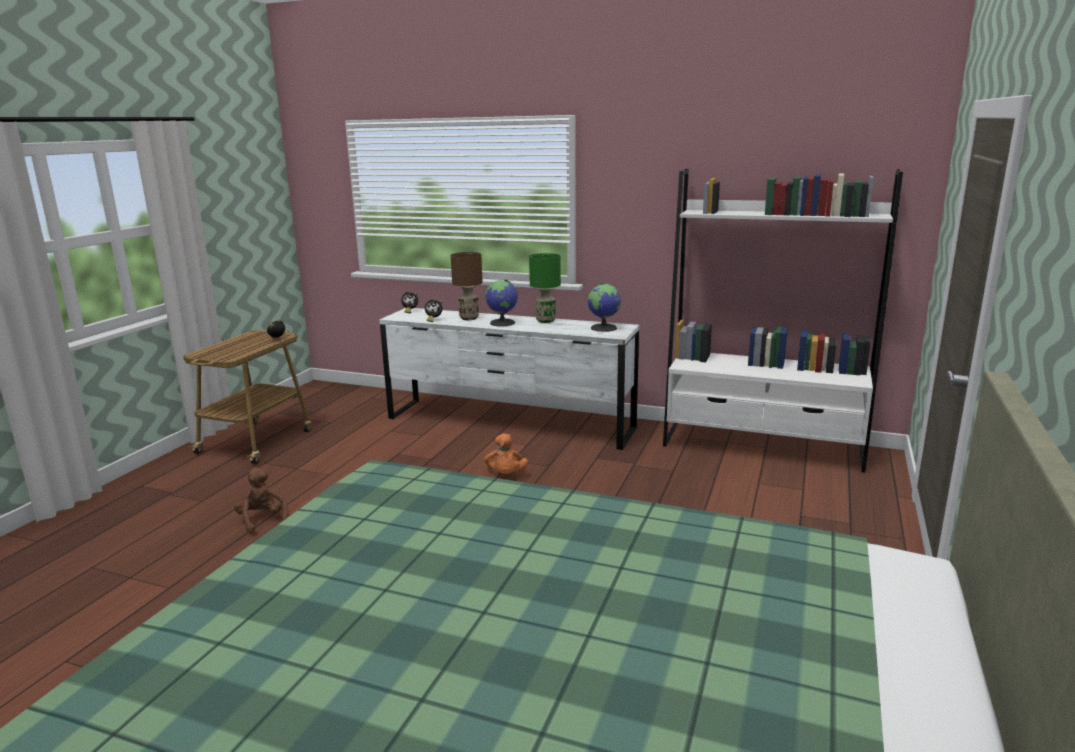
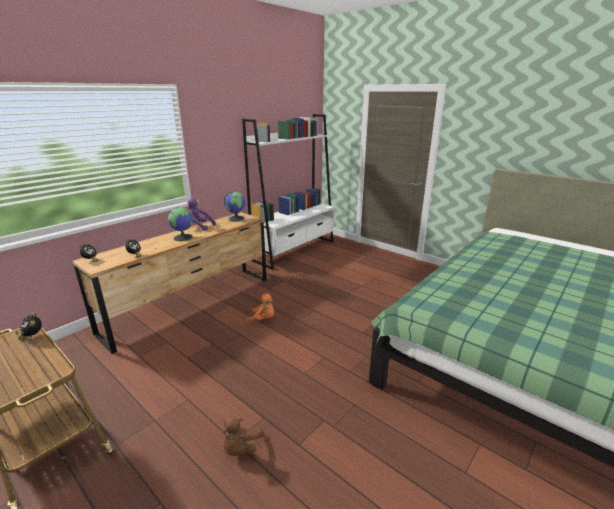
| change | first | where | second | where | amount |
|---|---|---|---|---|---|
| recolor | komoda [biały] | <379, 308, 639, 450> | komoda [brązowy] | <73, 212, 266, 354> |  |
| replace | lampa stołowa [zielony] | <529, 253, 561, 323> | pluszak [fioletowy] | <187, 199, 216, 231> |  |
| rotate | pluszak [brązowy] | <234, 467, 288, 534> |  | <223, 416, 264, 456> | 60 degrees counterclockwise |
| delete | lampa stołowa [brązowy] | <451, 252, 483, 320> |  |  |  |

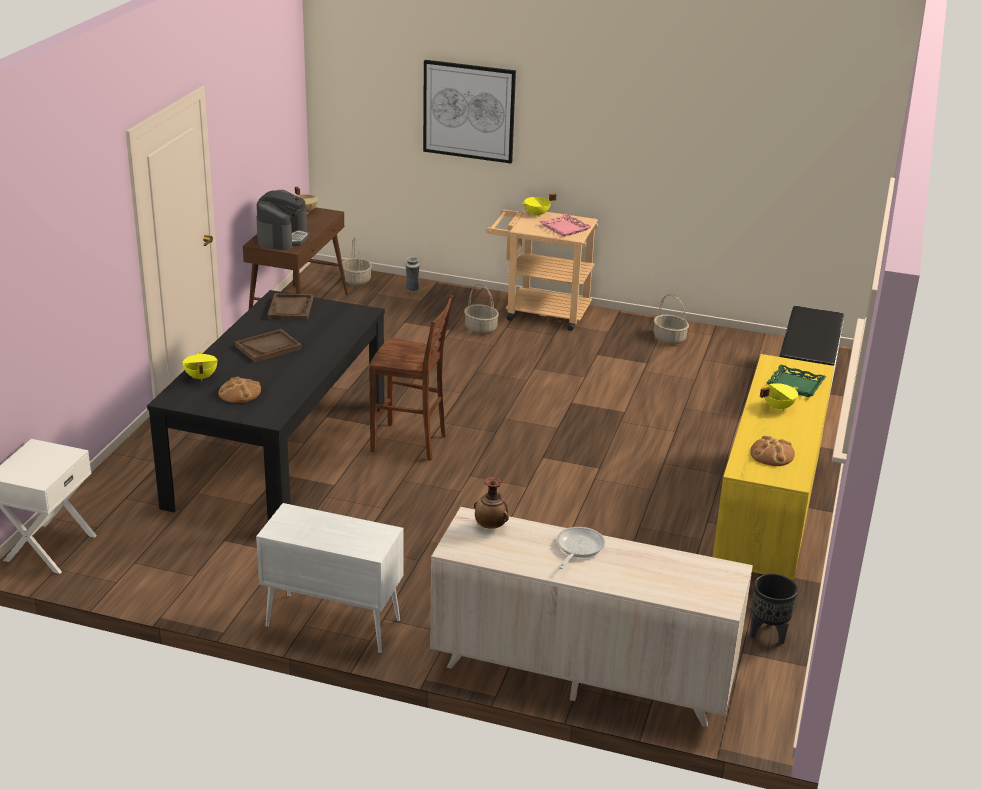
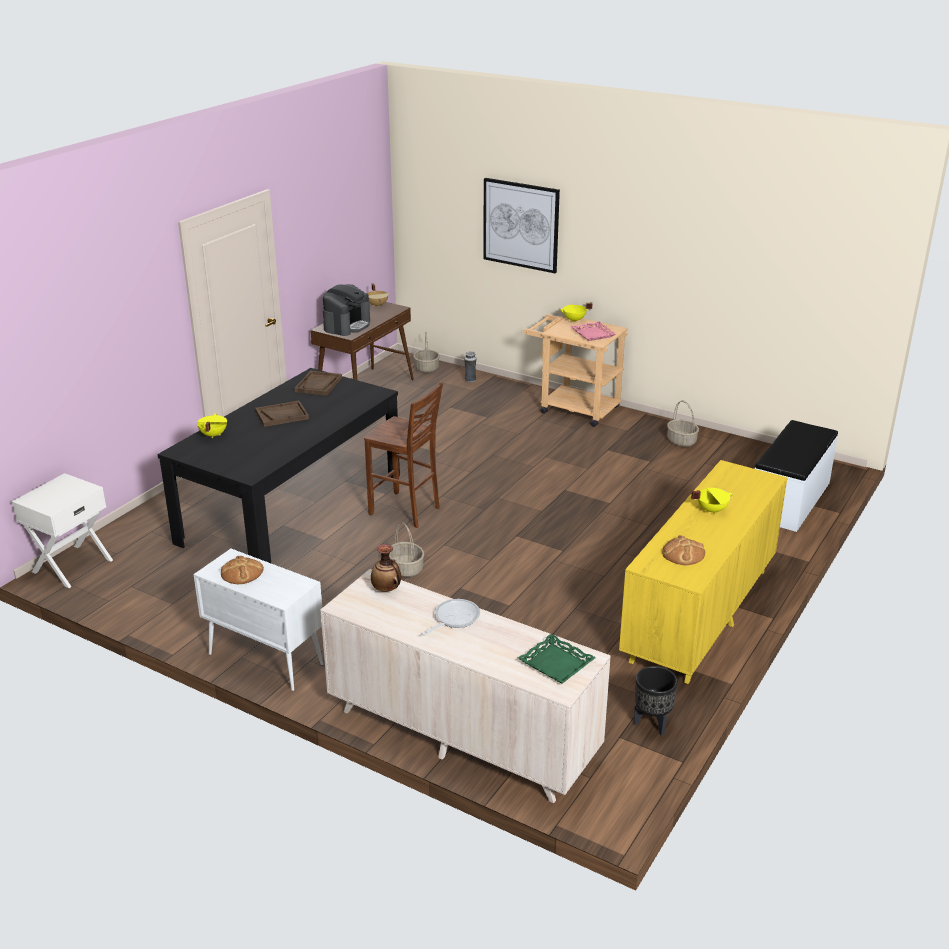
| change | first | where | second | where | amount |
|---|---|---|---|---|---|
| move | chleb | <218, 377, 261, 403> |  | <221, 556, 264, 584> |  |
| move | koszyk | <464, 284, 499, 334> |  | <389, 522, 424, 577> |  |
| move | taca [zielony] | <766, 365, 826, 397> |  | <518, 634, 596, 683> |  |

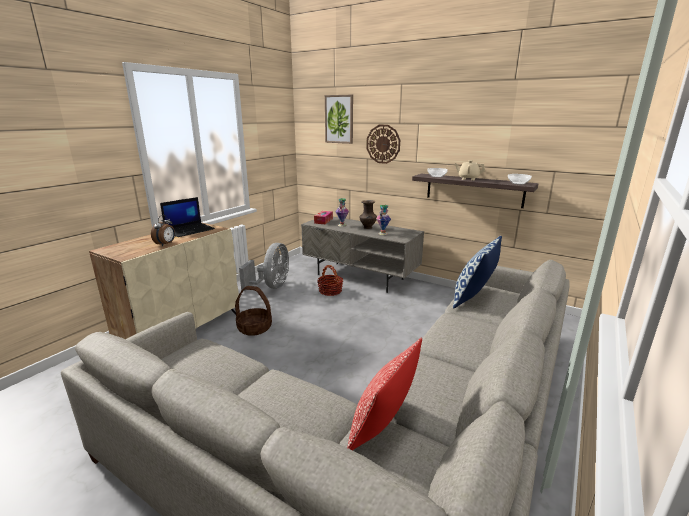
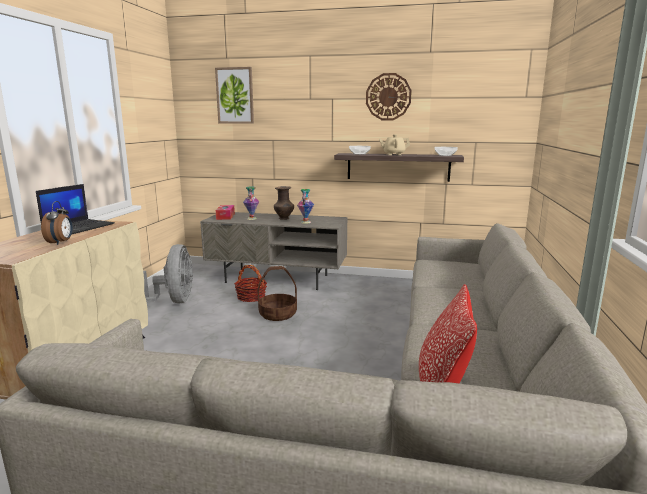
| change | first | where | second | where | amount |
|---|---|---|---|---|---|
| move | koszyk | <235, 286, 272, 336> |  | <257, 266, 297, 321> |  |
| move | zegar ścienny | <366, 125, 400, 164> |  | <366, 73, 412, 120> |  |
| delete | poduszka | <453, 236, 502, 309> |  |  |  |

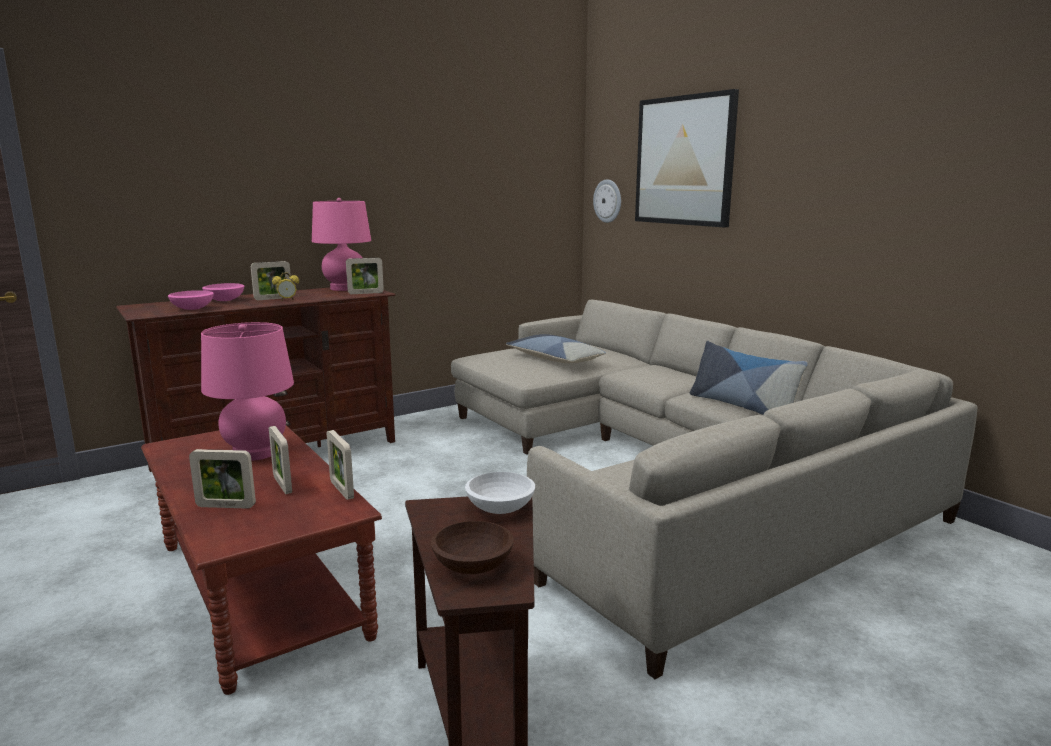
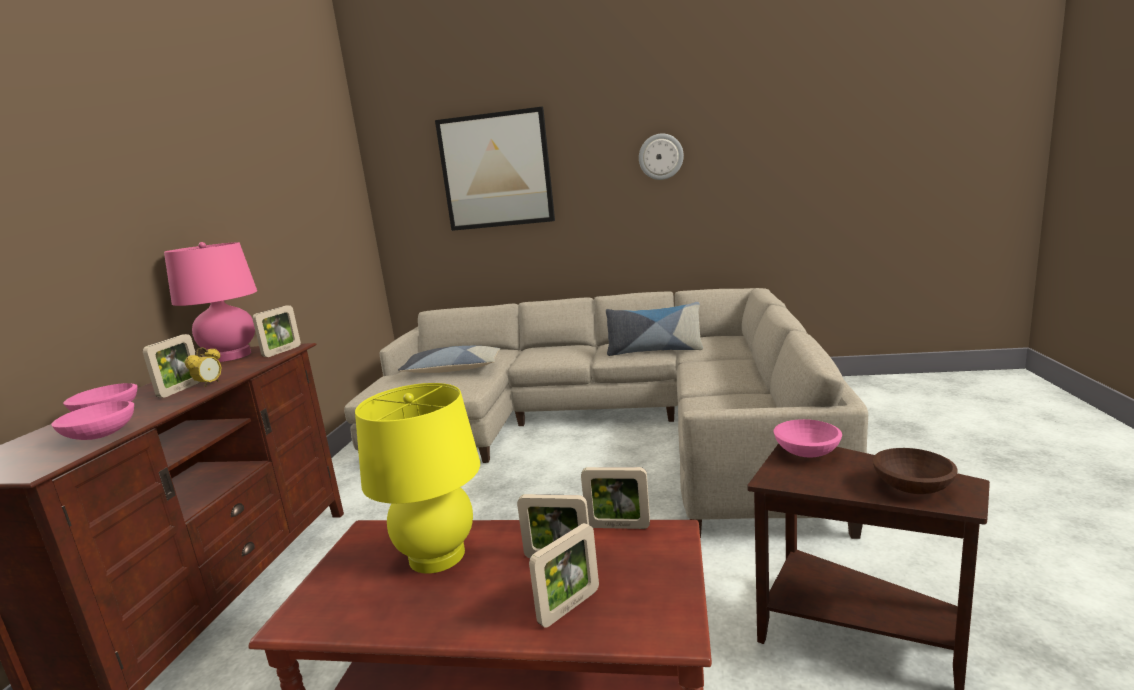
| change | first | where | second | where | amount |
|---|---|---|---|---|---|
| recolor | lampa stołowa [różowy] | <201, 322, 294, 461> | lampa stołowa [żółty] | <355, 383, 480, 574> |  |
| move | zegar ścienny | <593, 179, 621, 223> |  | <639, 133, 684, 180> |  |
| recolor | miska [biały] | <465, 472, 535, 514> | miska [różowy] | <774, 419, 842, 458> |  |

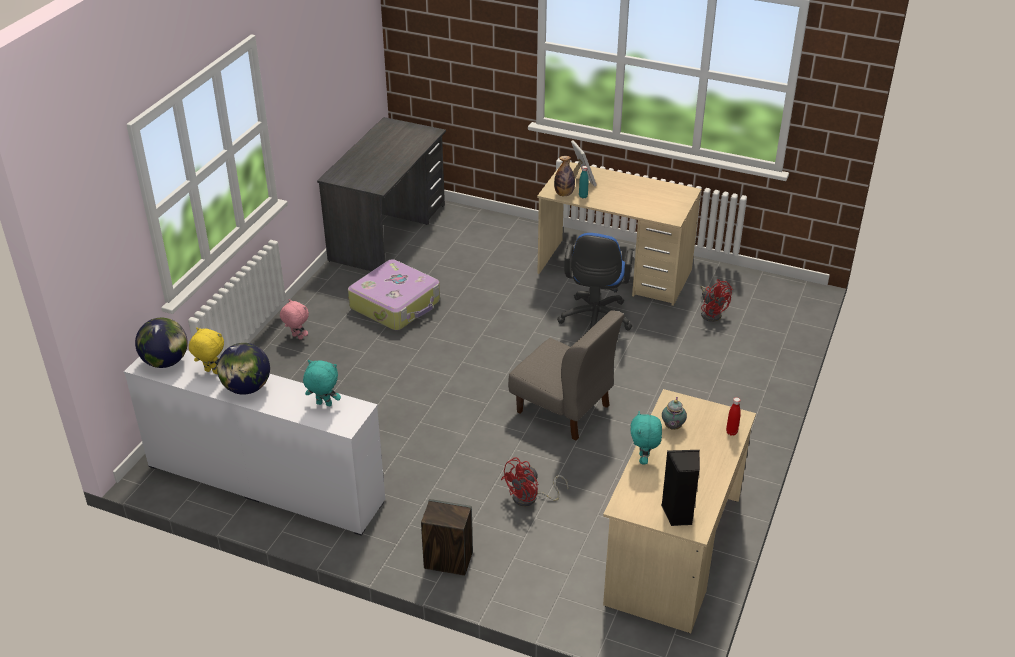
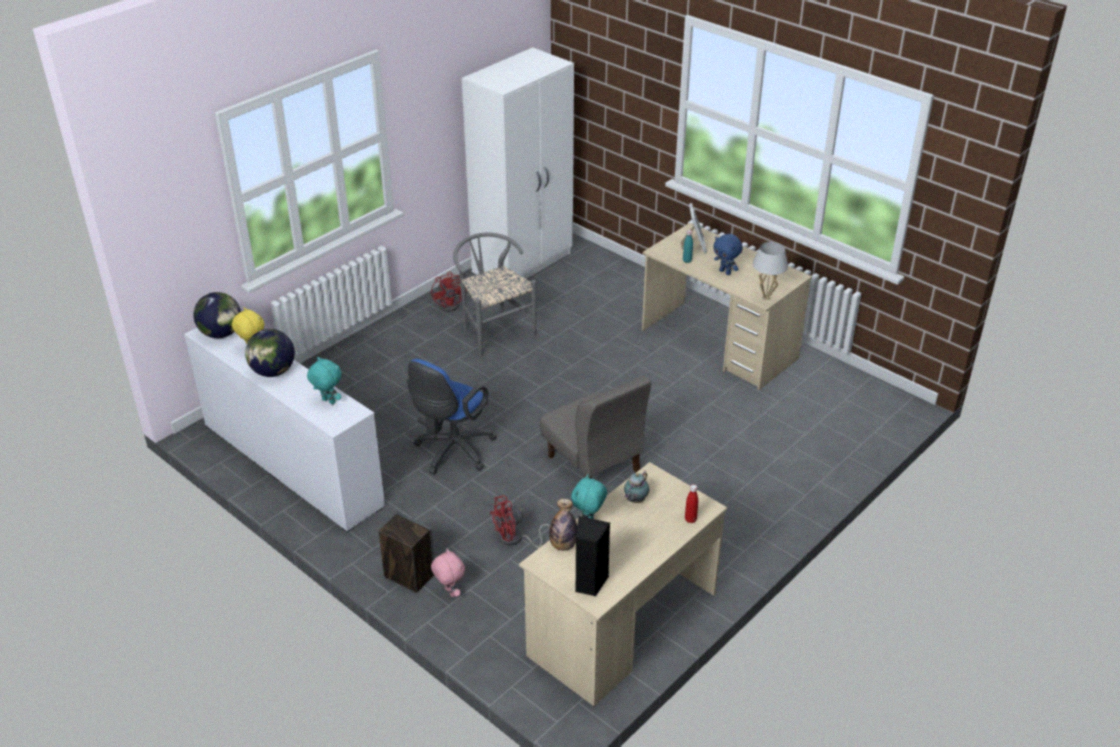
| change | first | where | second | where | amount |
|---|---|---|---|---|---|
| move | krzesło biurowe [niebieski] | <557, 233, 633, 331> |  | <407, 359, 497, 475> |  |
| move | wentylator [czerwony] | <701, 279, 732, 322> |  | <431, 272, 467, 312> |  |
| move | pluszak [różowy] | <280, 299, 309, 340> |  | <431, 548, 465, 597> |  |
| replace | walizka | <348, 259, 440, 330> | krzesło [szary] | <453, 232, 537, 357> |  |
| replace | biurko [szary] | <317, 117, 446, 271> | szafa [biały] | <462, 47, 574, 279> |  |
| move | butelka | <554, 156, 575, 196> |  | <549, 499, 577, 551> |  |
| insert |  |  | pluszak [niebieski] | <713, 234, 743, 275> |  |
| insert |  |  | lampa stołowa [biały] | <753, 242, 788, 300> |  |

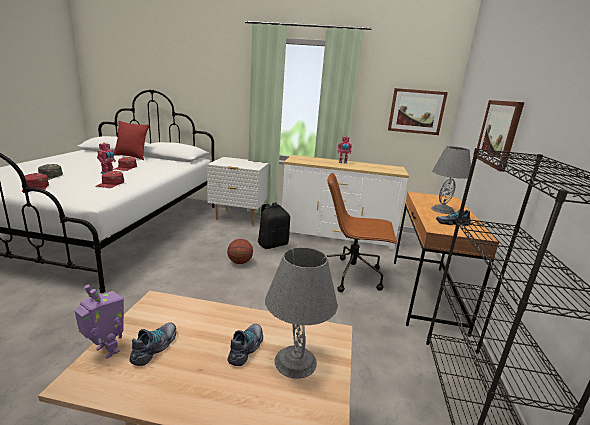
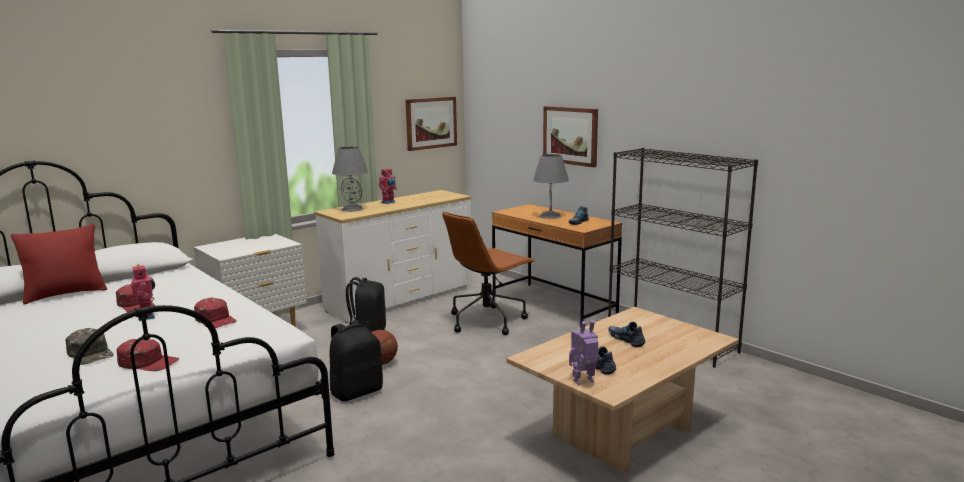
| change | first | where | second | where | amount |
|---|---|---|---|---|---|
| insert |  |  | plecak [czarny] | <330, 320, 383, 401> |  |
| move | lampa stołowa [szary] | <265, 247, 338, 379> |  | <332, 146, 368, 212> |  |

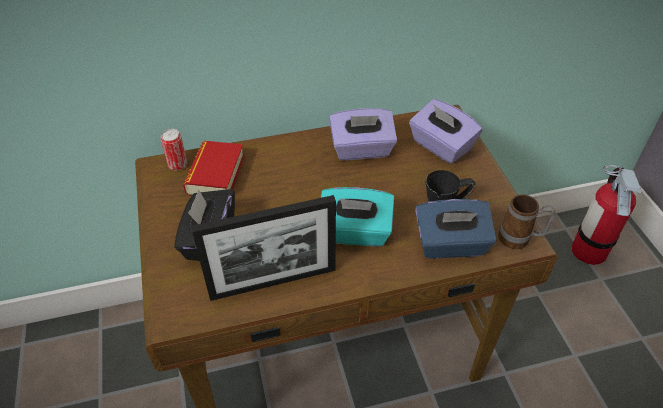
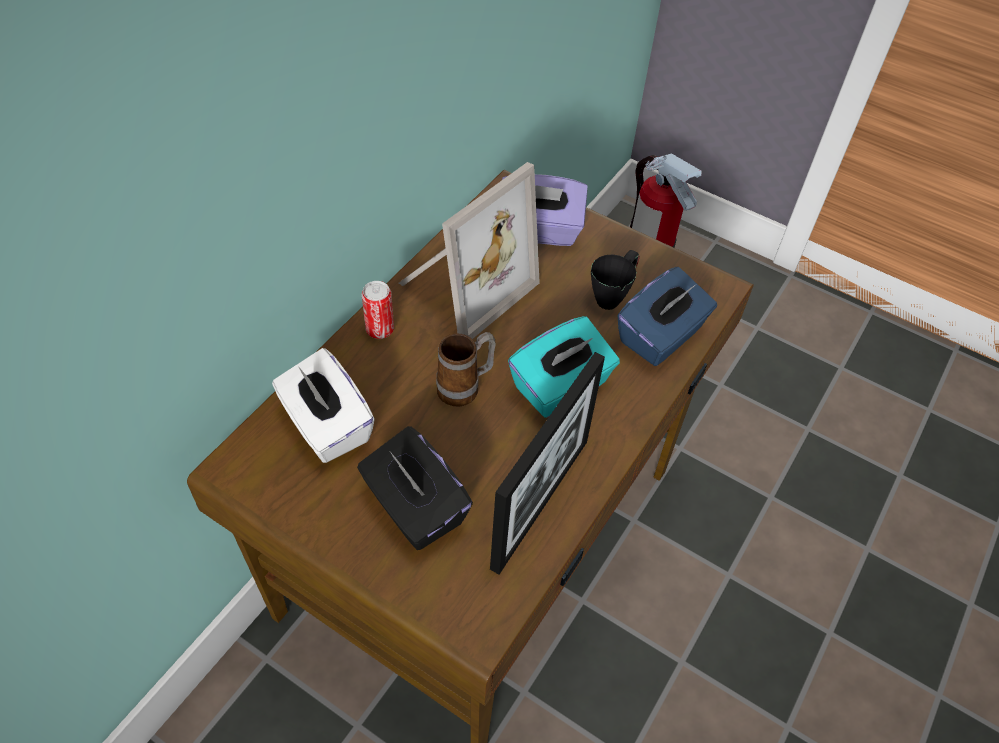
| change | first | where | second | where | amount |
|---|---|---|---|---|---|
| replace | książka | <183, 141, 245, 196> | pudełko chusteczek [biały] | <272, 348, 375, 463> |  |
| move | puszka | <160, 129, 187, 171> |  | <362, 281, 394, 339> |  |
| replace | pudełko chusteczek [fioletowy] | <329, 108, 397, 160> | ramka na zdjęcie | <399, 162, 540, 339> |  |
| move | kubek | <498, 194, 556, 249> |  | <436, 332, 496, 406> |  |

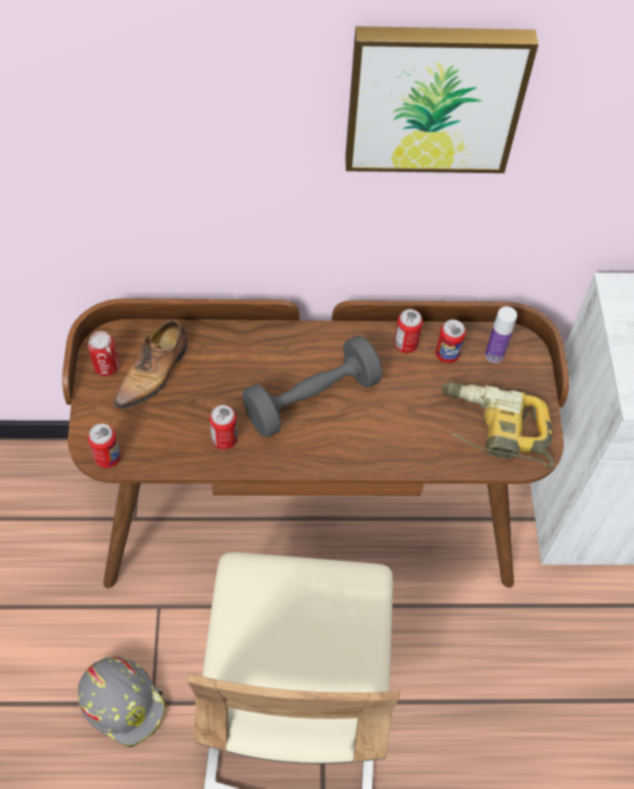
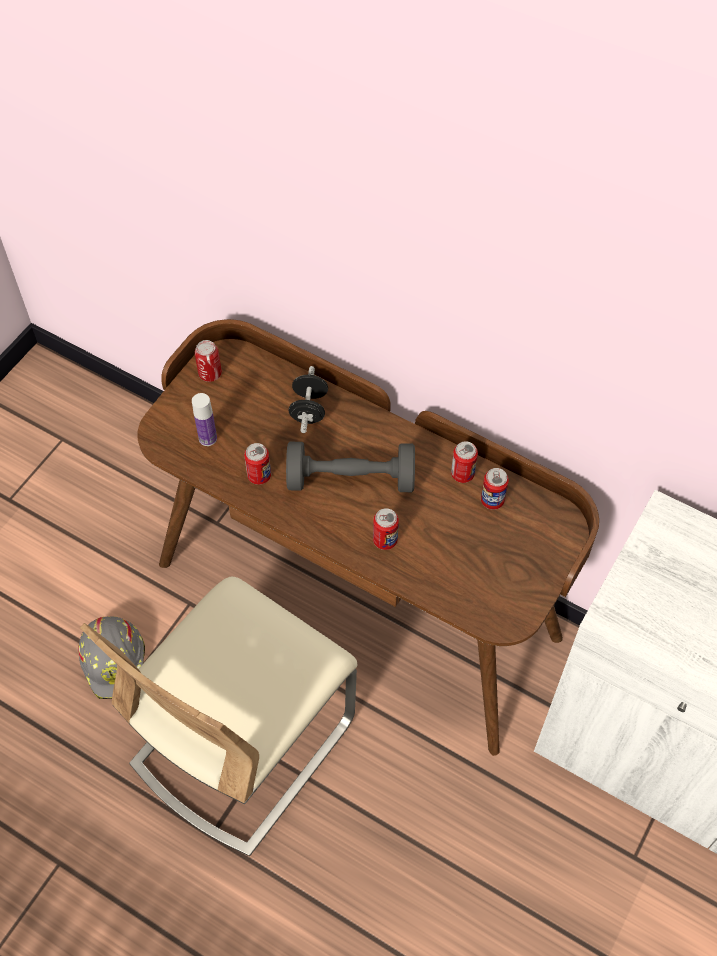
| change | first | where | second | where | amount |
|---|---|---|---|---|---|
| move | butelka | <485, 306, 517, 363> |  | <192, 393, 217, 446> |  |
| insert |  |  | hantel [czarny] | <289, 366, 328, 433> |  |
| move | puszka | <88, 424, 121, 468> |  | <373, 508, 399, 550> |  |
| delete | but | <113, 320, 187, 409> |  |  |  |
| delete | obraz | <345, 26, 538, 173> |  |  |  |
| delete | wiertarka | <441, 382, 554, 468> |  |  |  |

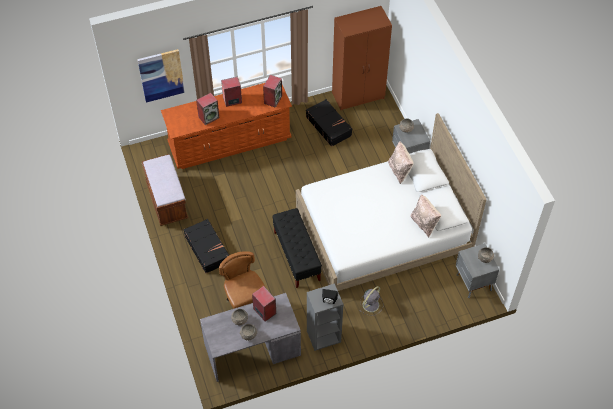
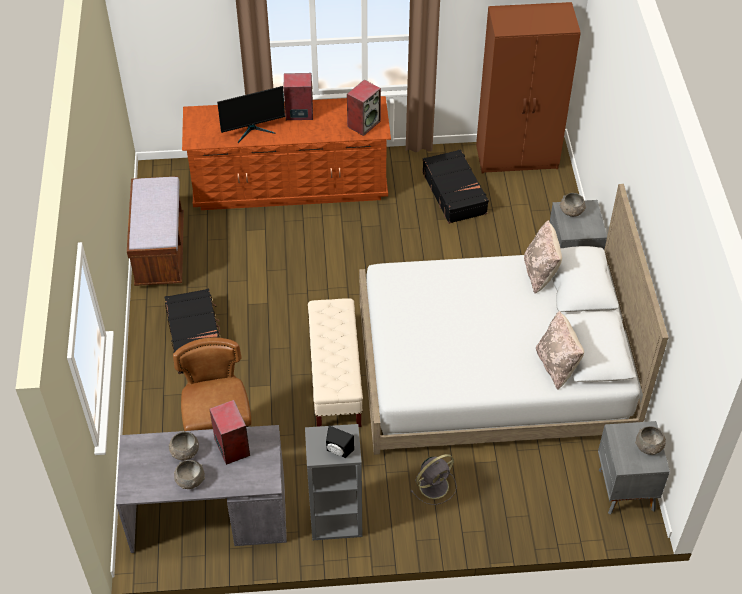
| change | first | where | second | where | amount |
|---|---|---|---|---|---|
| replace | głośnik | <196, 93, 220, 125> | monitor | <217, 86, 285, 143> |  |
| recolor | ławka [czarny] | <272, 208, 322, 288> | ławka [beżowy] | <308, 298, 363, 427> |  |
| delete | obraz | <137, 49, 185, 103> |  |  |  |

